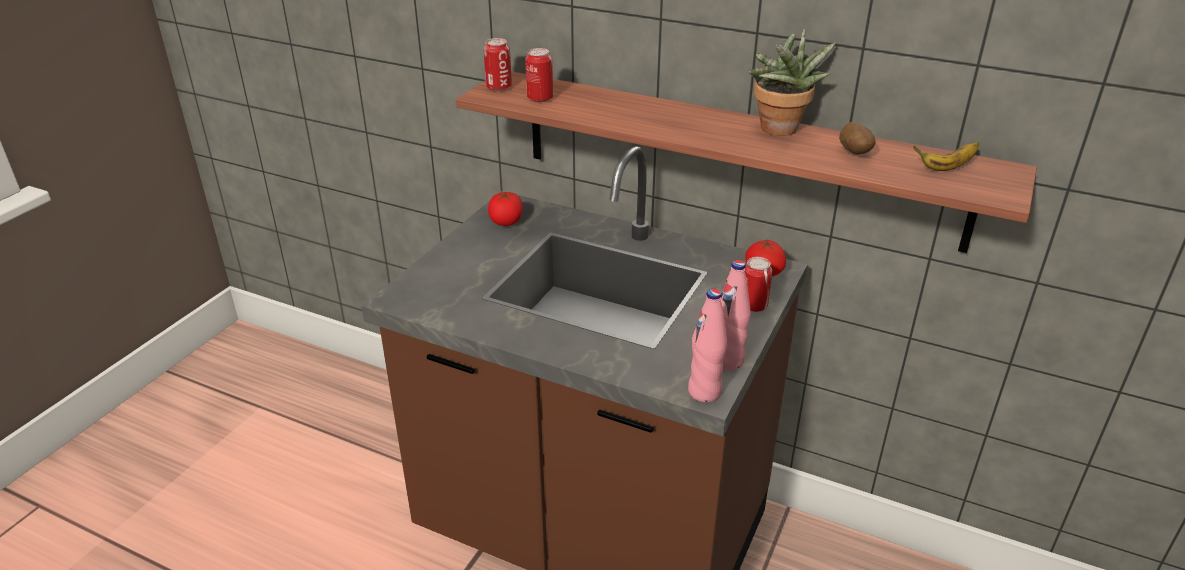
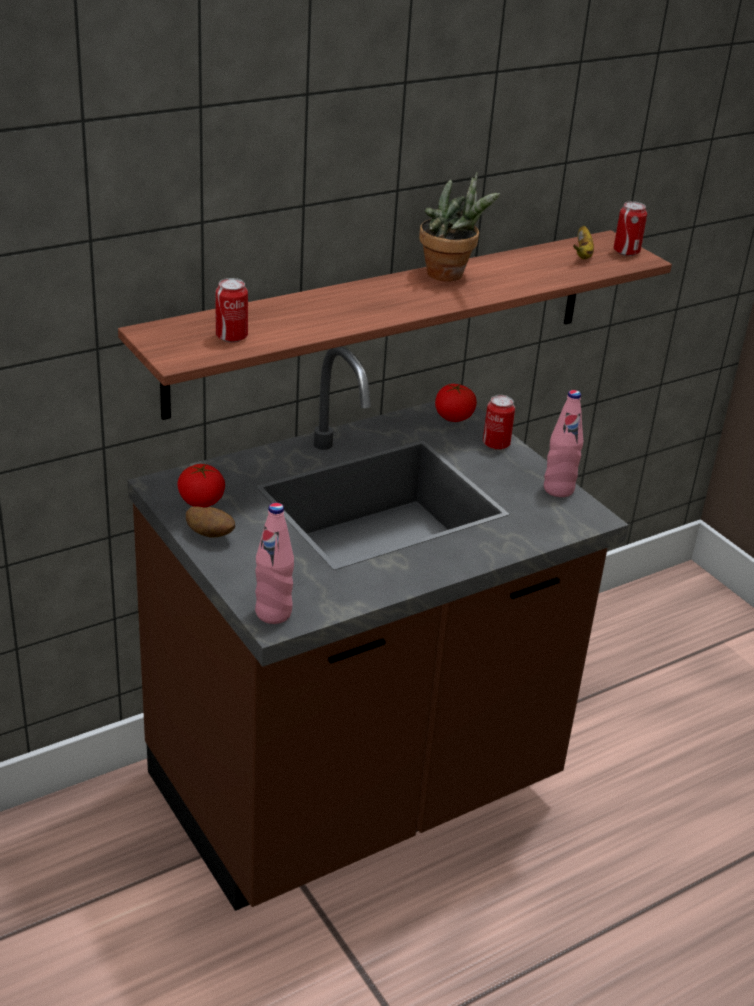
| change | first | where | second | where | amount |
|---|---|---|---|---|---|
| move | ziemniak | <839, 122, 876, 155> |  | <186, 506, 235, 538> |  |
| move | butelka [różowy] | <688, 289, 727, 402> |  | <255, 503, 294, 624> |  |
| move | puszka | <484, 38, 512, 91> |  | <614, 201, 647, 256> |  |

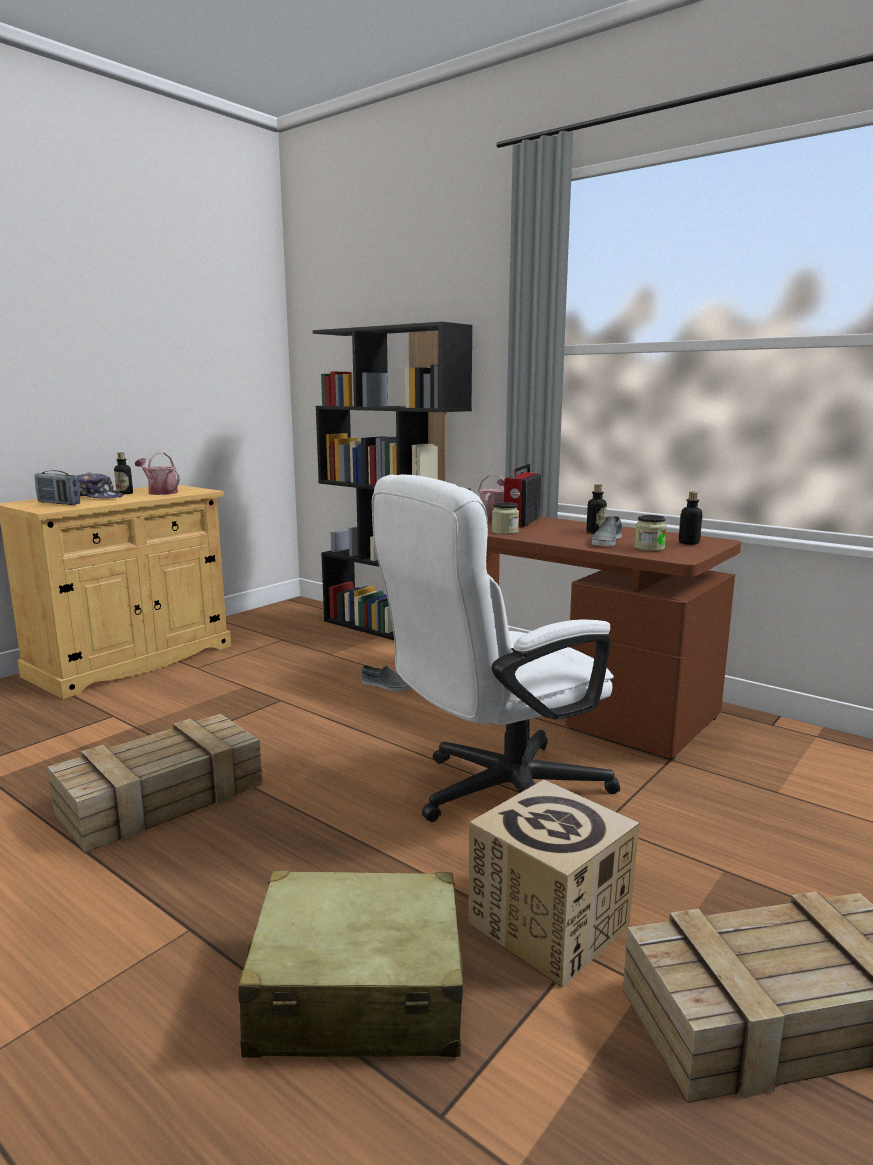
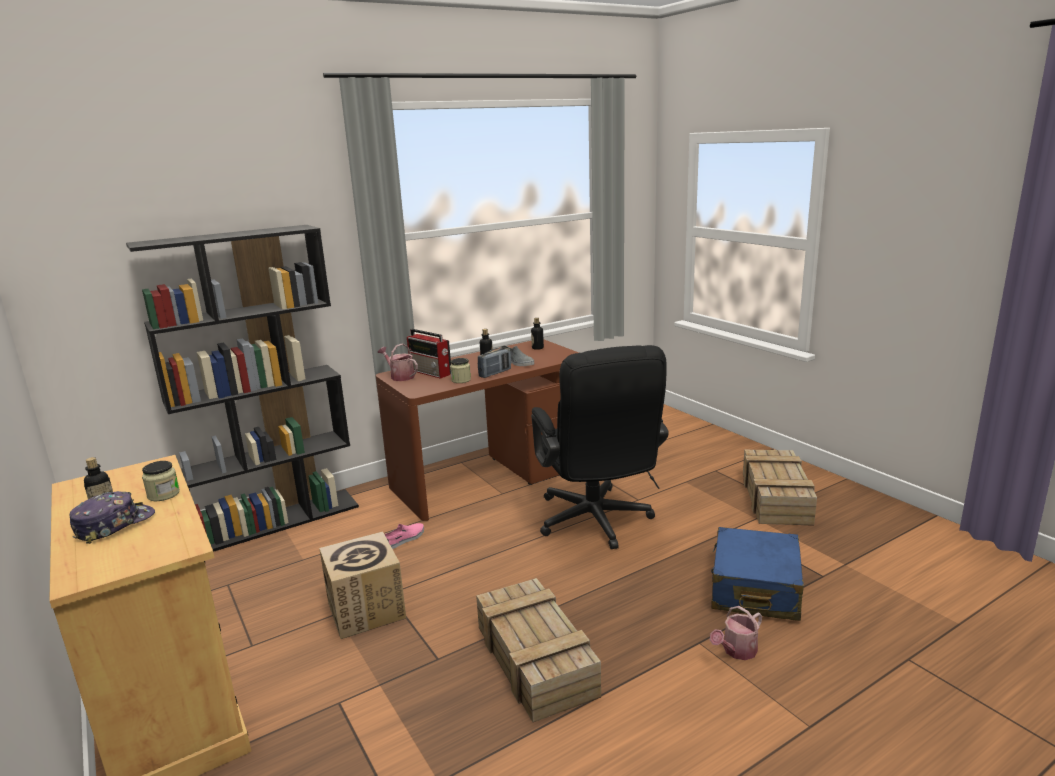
| change | first | where | second | where | amount |
|---|---|---|---|---|---|
| move | słoik | <634, 515, 667, 551> |  | <142, 461, 180, 501> |  |
| move | karton | <468, 780, 640, 988> |  | <319, 531, 406, 639> |  |
| recolor | but [szary] | <361, 665, 412, 692> | but [różowy] | <384, 523, 424, 549> |  |
| move | radio | <34, 470, 80, 505> |  | <478, 348, 511, 378> |  |
| recolor | krzesło biurowe [biały] | <372, 474, 620, 822> | krzesło biurowe [czarny] | <531, 345, 669, 549> |  |
| move | konewka | <135, 452, 180, 495> |  | <710, 606, 762, 660> |  |
| recolor | walizka [beżowy] | <239, 870, 463, 1058> | walizka [niebieski] | <711, 527, 804, 621> |  |

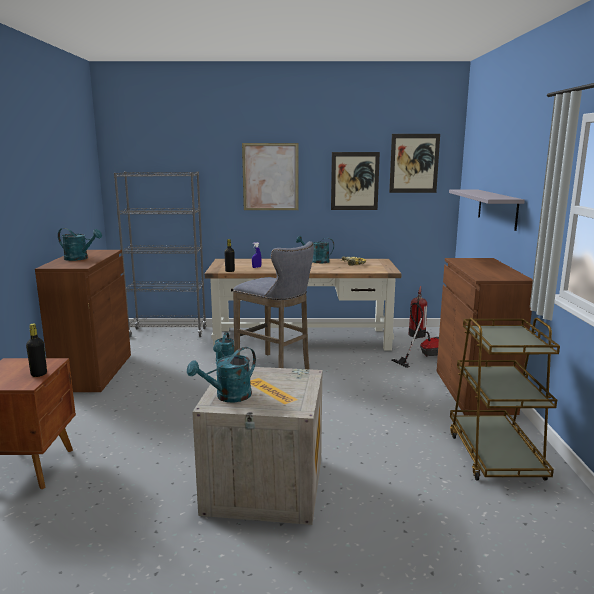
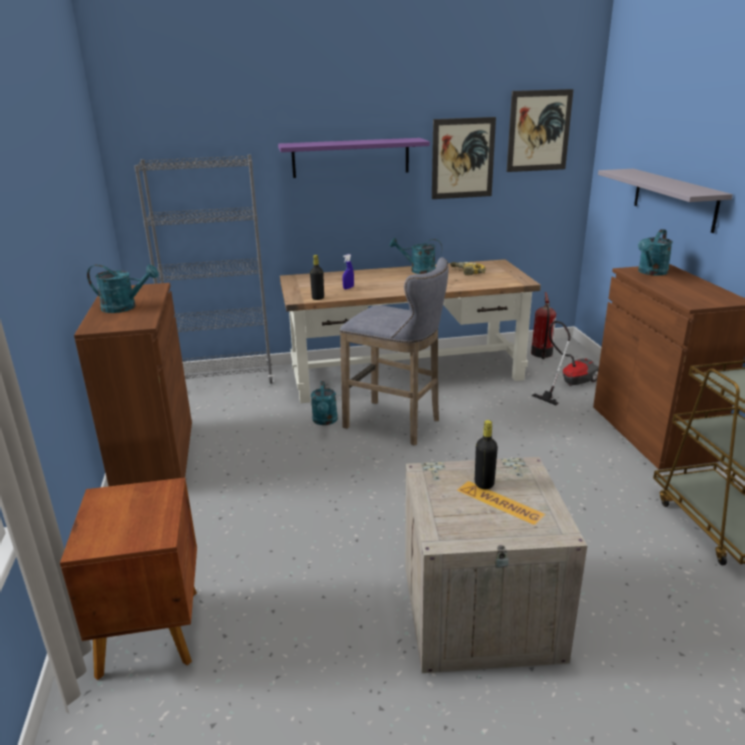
| change | first | where | second | where | amount |
|---|---|---|---|---|---|
| replace | obraz | <242, 143, 299, 210> | półka [fioletowy] | <278, 138, 430, 178> |  |
| move | butelka [czarny] | <26, 324, 47, 377> |  | <475, 420, 498, 489> |  |
| move | konewka [turkusowy] | <187, 347, 256, 402> |  | <638, 229, 673, 276> |  |

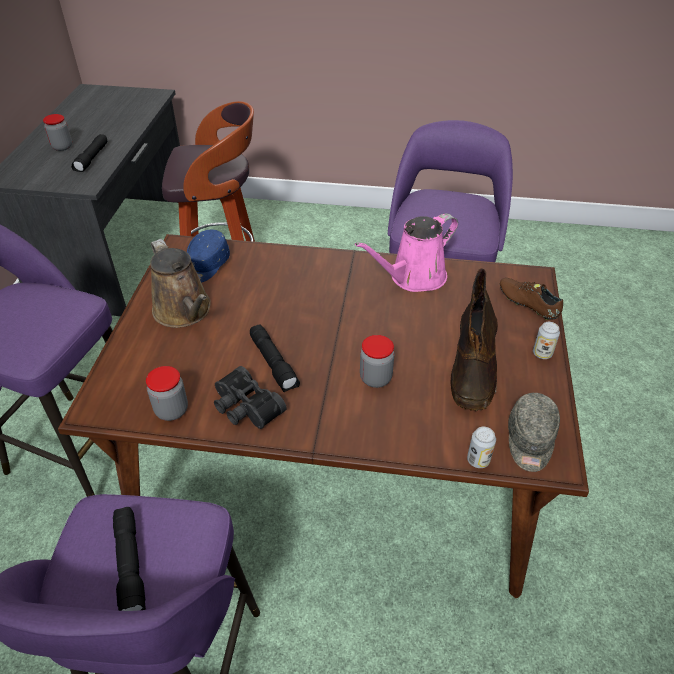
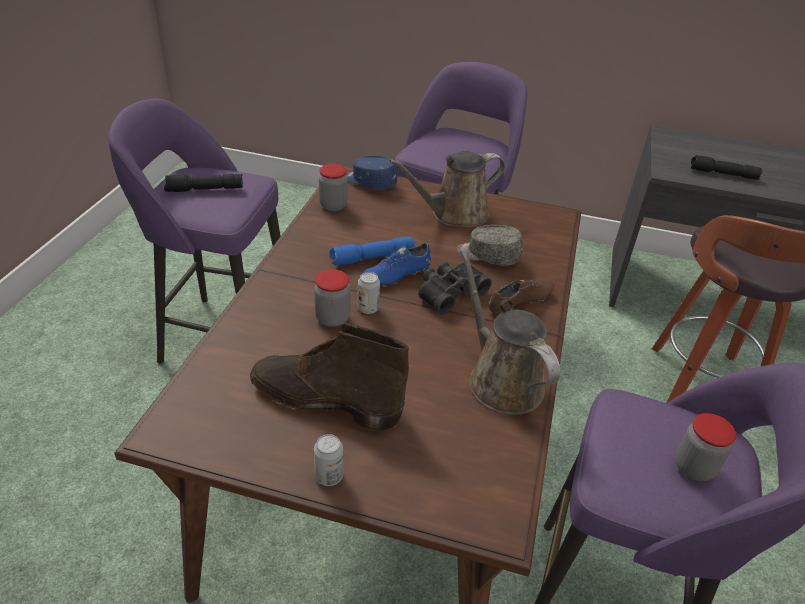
| change | first | where | second | where | amount |
|---|---|---|---|---|---|
| recolor | latarka [czarny] | <250, 324, 300, 392> | latarka [niebieski] | <329, 236, 415, 266> |  |
| move | czapka z daszkiem [niebieski] | <187, 230, 230, 283> |  | <346, 156, 397, 190> |  |
| move | puszka | <467, 427, 496, 468> |  | <358, 272, 380, 314> |  |
| insert |  |  | but [niebieski] | <360, 243, 431, 287> |  |
| move | lornetka [czarny] | <214, 366, 286, 429> |  | <418, 262, 492, 315> |  |
| move | czapka z daszkiem [szary] | <508, 393, 560, 472> |  | <457, 225, 523, 266> |  |
| recolor | konewka [różowy] | <355, 213, 458, 292> | konewka [brązowy] | <460, 248, 561, 415> |  |
| move | but [brązowy] | <500, 278, 563, 320> |  | <489, 279, 554, 315> |  |
| move | słoik | <43, 114, 72, 151> |  | <675, 413, 737, 481> |  |

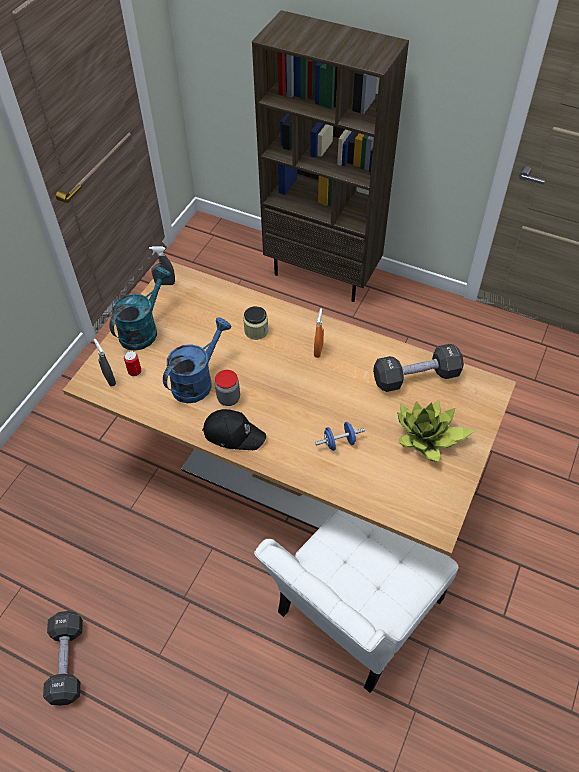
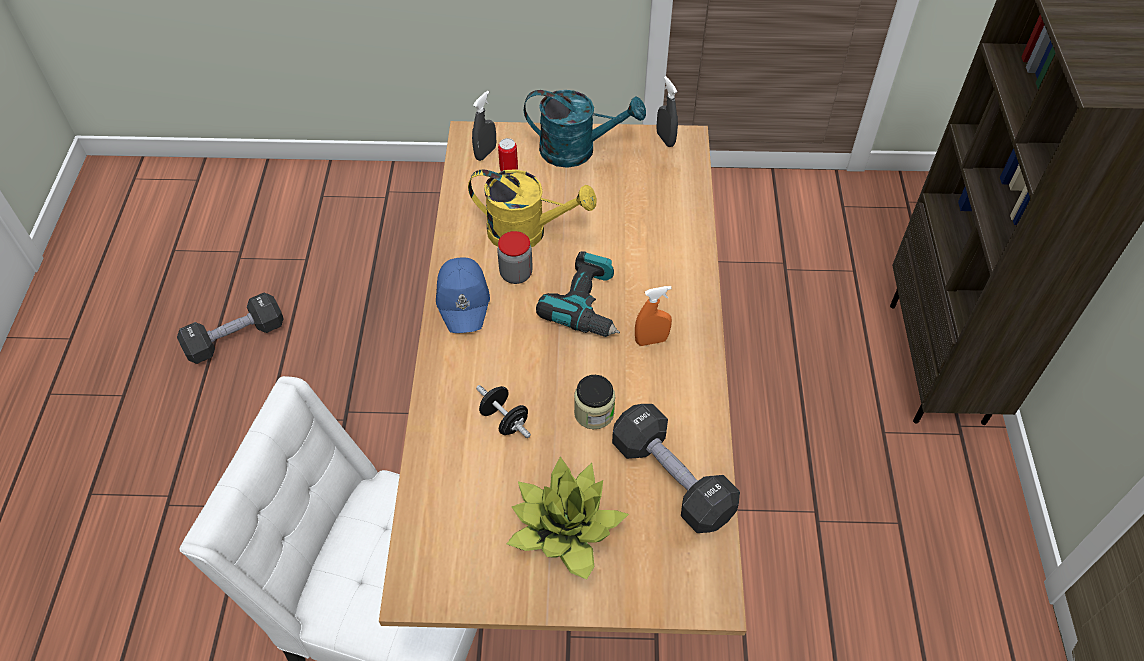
| change | first | where | second | where | amount |
|---|---|---|---|---|---|
| recolor | czapka z daszkiem [czarny] | <202, 409, 266, 450> | czapka z daszkiem [niebieski] | <436, 257, 490, 333> |  |
| recolor | konewka [niebieski] | <163, 317, 232, 403> | konewka [żółty] | <468, 169, 596, 247> |  |
| recolor | hantel [niebieski] | <315, 422, 365, 451> | hantel [czarny] | <476, 385, 531, 438> |  |
| insert |  |  | wiertarka | <536, 251, 620, 337> |  |
| move | słoik | <243, 306, 268, 340> |  | <574, 375, 615, 429> |  |

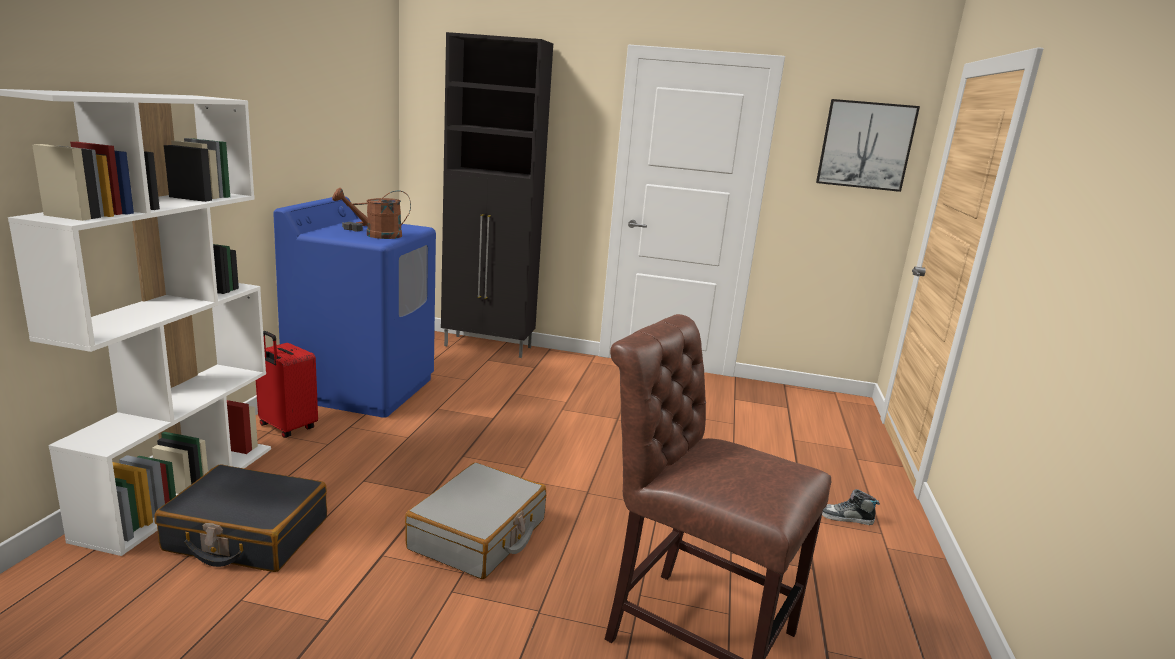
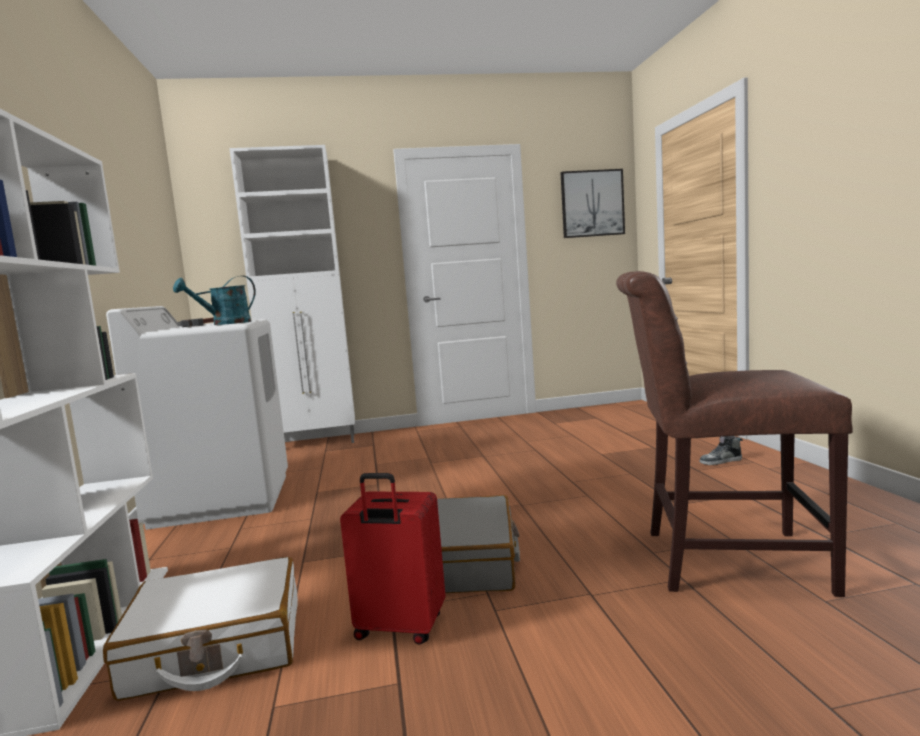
| change | first | where | second | where | amount |
|---|---|---|---|---|---|
| recolor | walizka [czarny] | <154, 464, 327, 572> | walizka [biały] | <103, 557, 298, 701> |  |
| recolor | pralka [niebieski] | <273, 197, 436, 418> | pralka [biały] | <106, 306, 288, 530> |  |
| recolor | konewka [brązowy] | <332, 188, 411, 239> | konewka [turkusowy] | <173, 276, 256, 325> |  |
| recolor | szafka [czarny] | <441, 32, 553, 358> | szafka [biały] | <229, 145, 355, 443> |  |
| move | walizka [czerwony] | <256, 331, 318, 438> |  | <340, 473, 446, 645> |  |

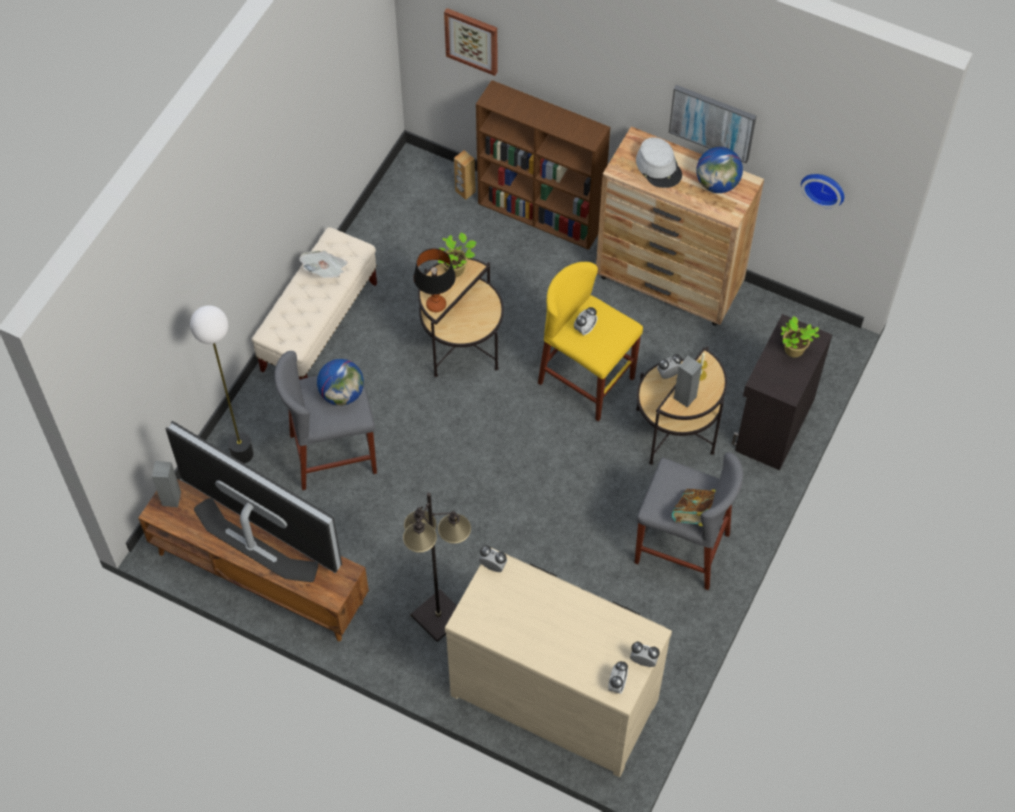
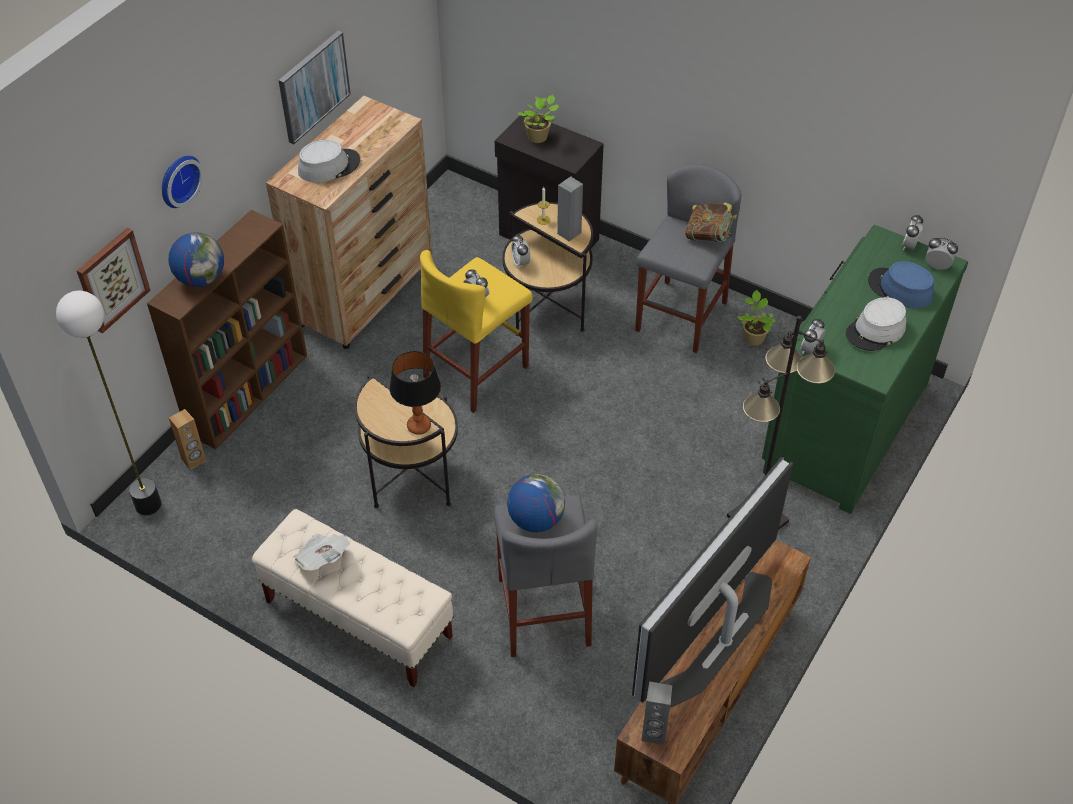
| change | first | where | second | where | amount |
|---|---|---|---|---|---|
| move | lampa stojąca | <190, 305, 254, 463> |  | <56, 291, 161, 515> |  |
| move | zegar ścienny | <801, 174, 844, 209> |  | <162, 155, 203, 208> |  |
| move | globus | <697, 147, 743, 193> |  | <169, 232, 224, 287> |  |
| move | roślina doniczkowa | <438, 233, 477, 277> |  | <737, 290, 775, 346> |  |
| recolor | komoda [beżowy] | <445, 548, 672, 777> | komoda [zielony] | <762, 225, 968, 514> |  |
| insert |  |  | kapelusz [szary] | <846, 297, 906, 351> |  |
| insert |  |  | kapelusz [niebieski] | <868, 261, 934, 308> |  |

